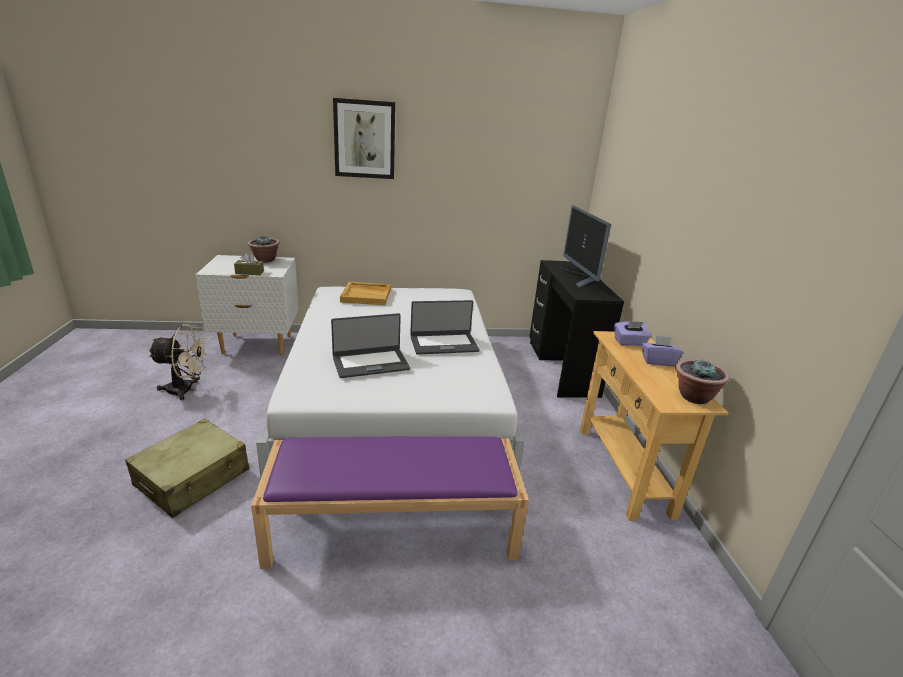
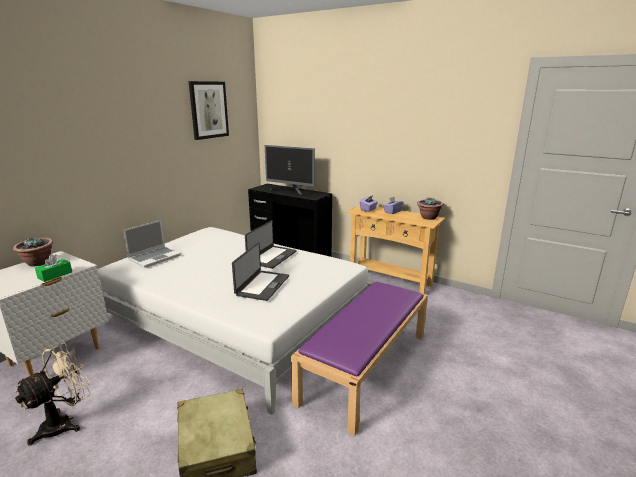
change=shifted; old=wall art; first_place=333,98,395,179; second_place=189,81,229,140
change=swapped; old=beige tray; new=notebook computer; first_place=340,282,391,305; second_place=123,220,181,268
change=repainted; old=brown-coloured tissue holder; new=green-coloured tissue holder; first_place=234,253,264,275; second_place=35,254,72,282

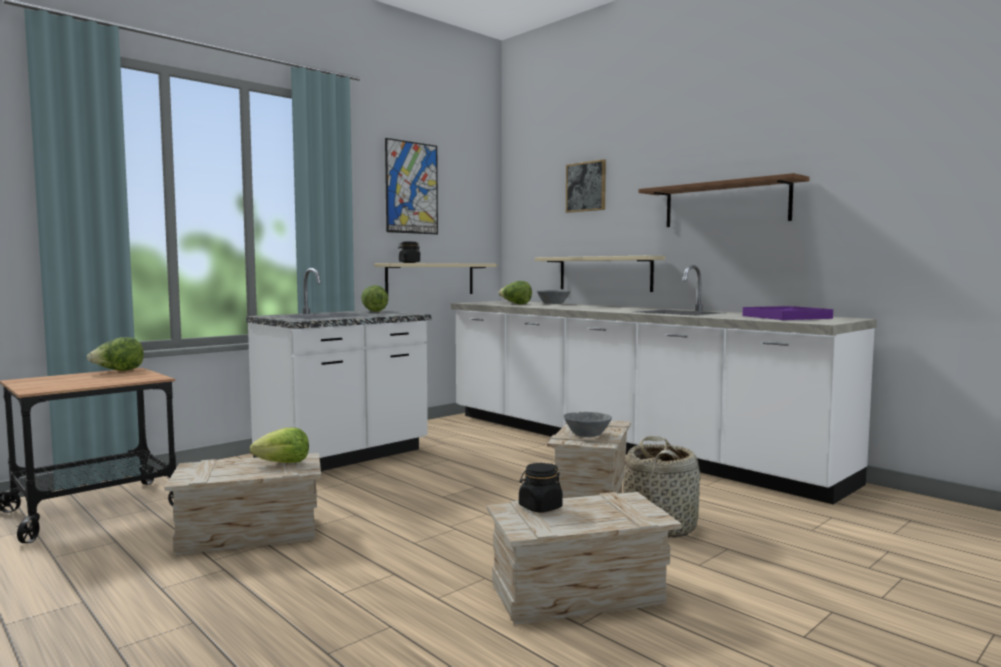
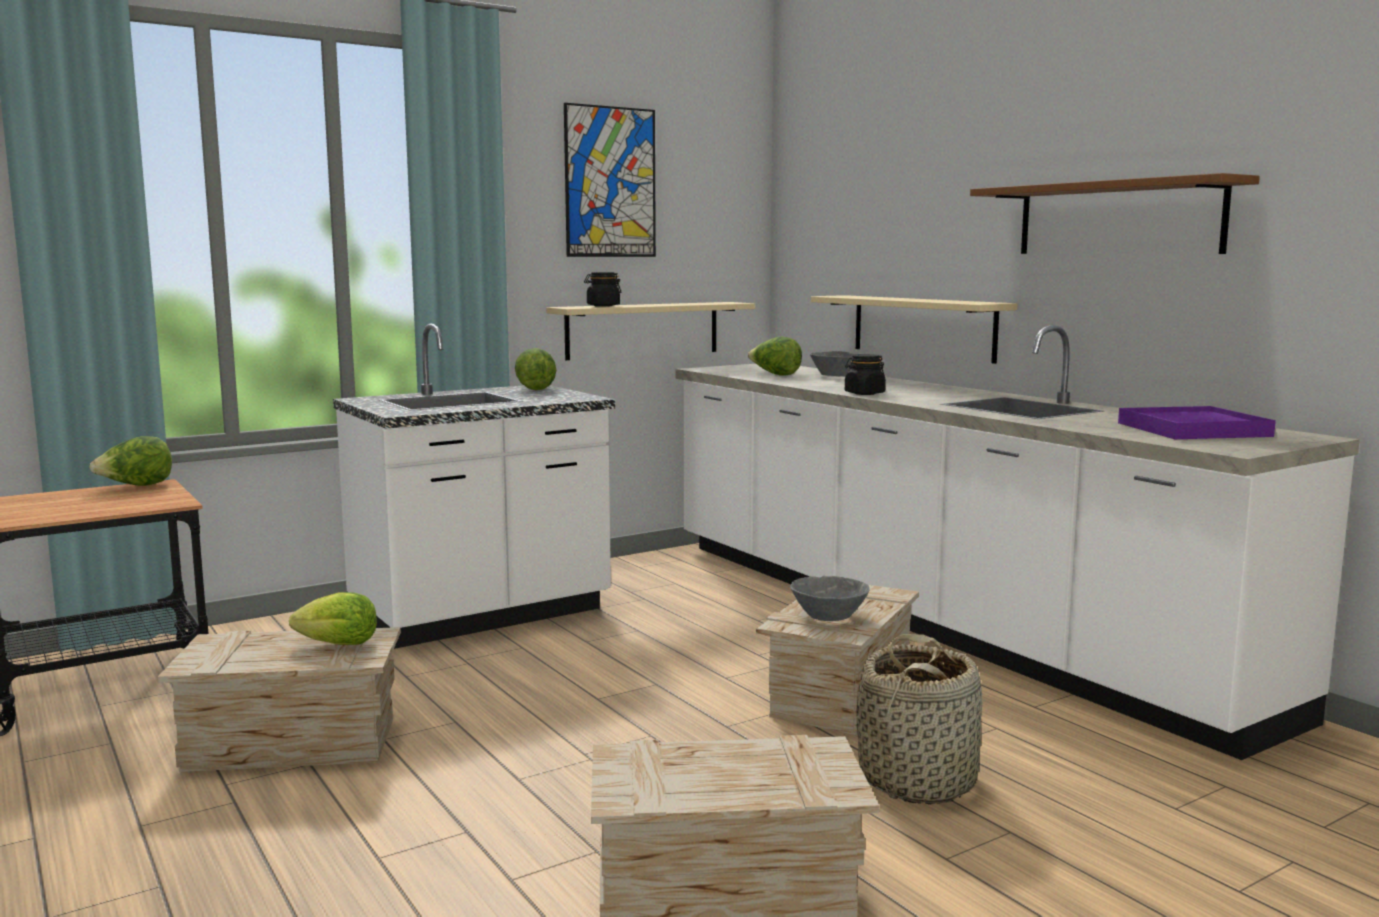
change=gone; old=wall art; first_place=566,159,606,213
change=shifted; old=black preserve jar; first_place=519,463,563,513; second_place=845,354,886,395

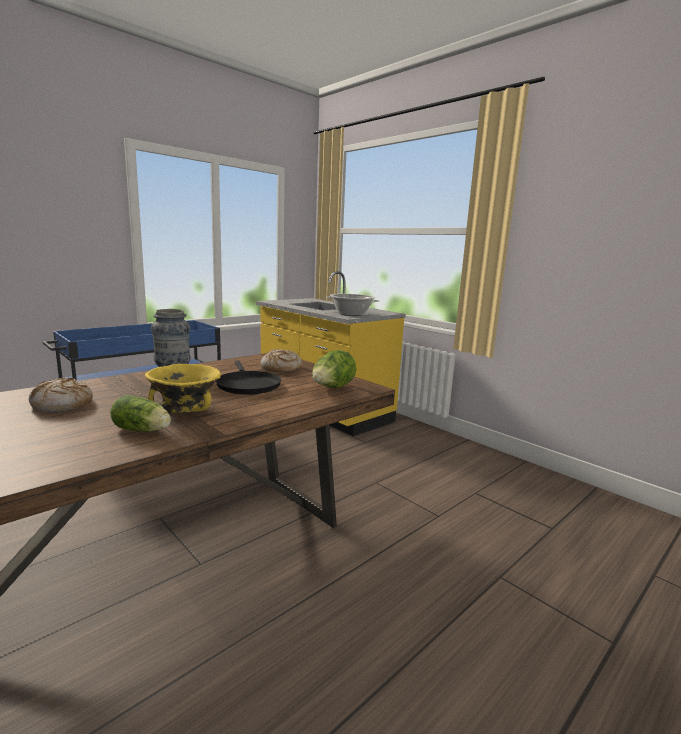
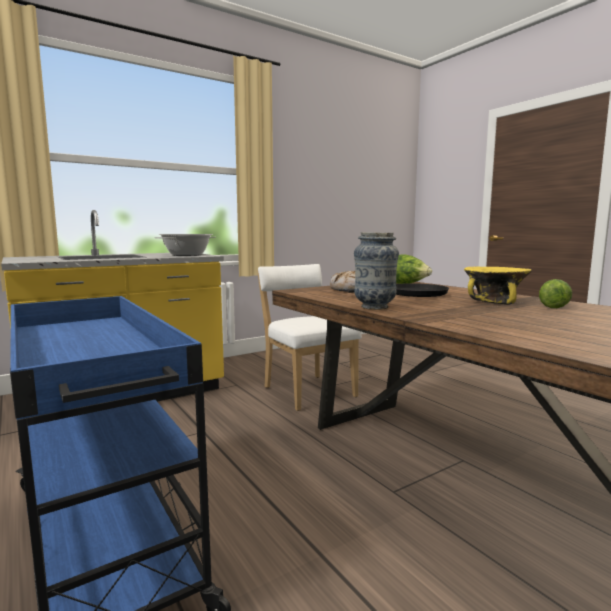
change=gone; old=bakery bread; first_place=29,378,93,412
change=new; new=white chair; second_place=257,264,362,411

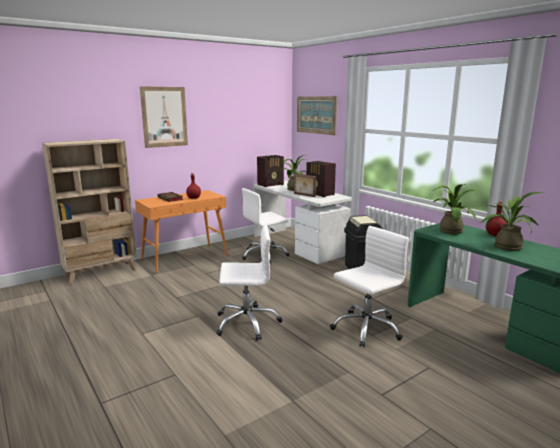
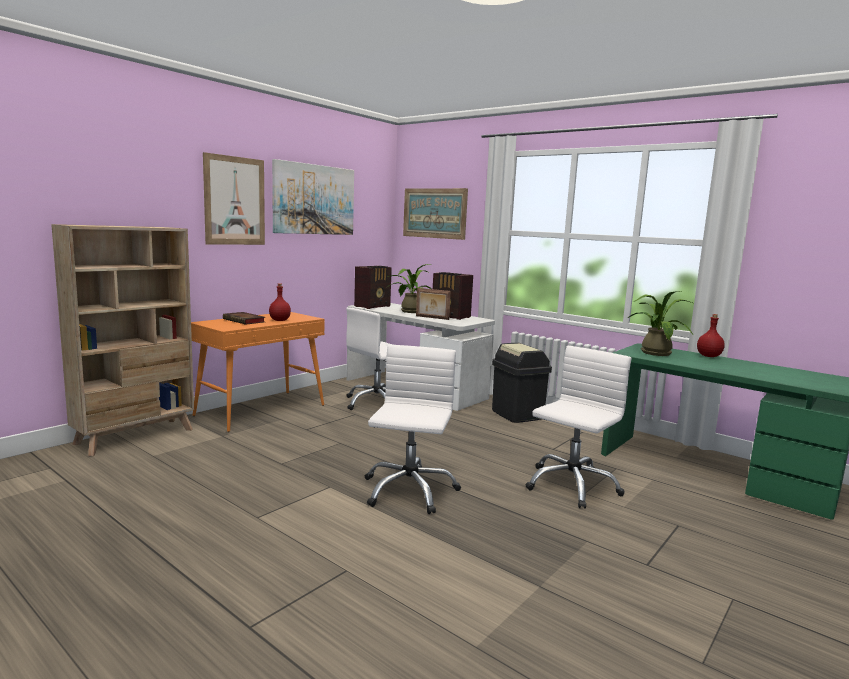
change=gone; old=potted plant; first_place=477,192,544,251
change=new; new=wall art; second_place=272,159,354,235
change=rotated; old=white computer chair; first_place=216,224,282,340; second_place=365,345,461,514; degrees=-60

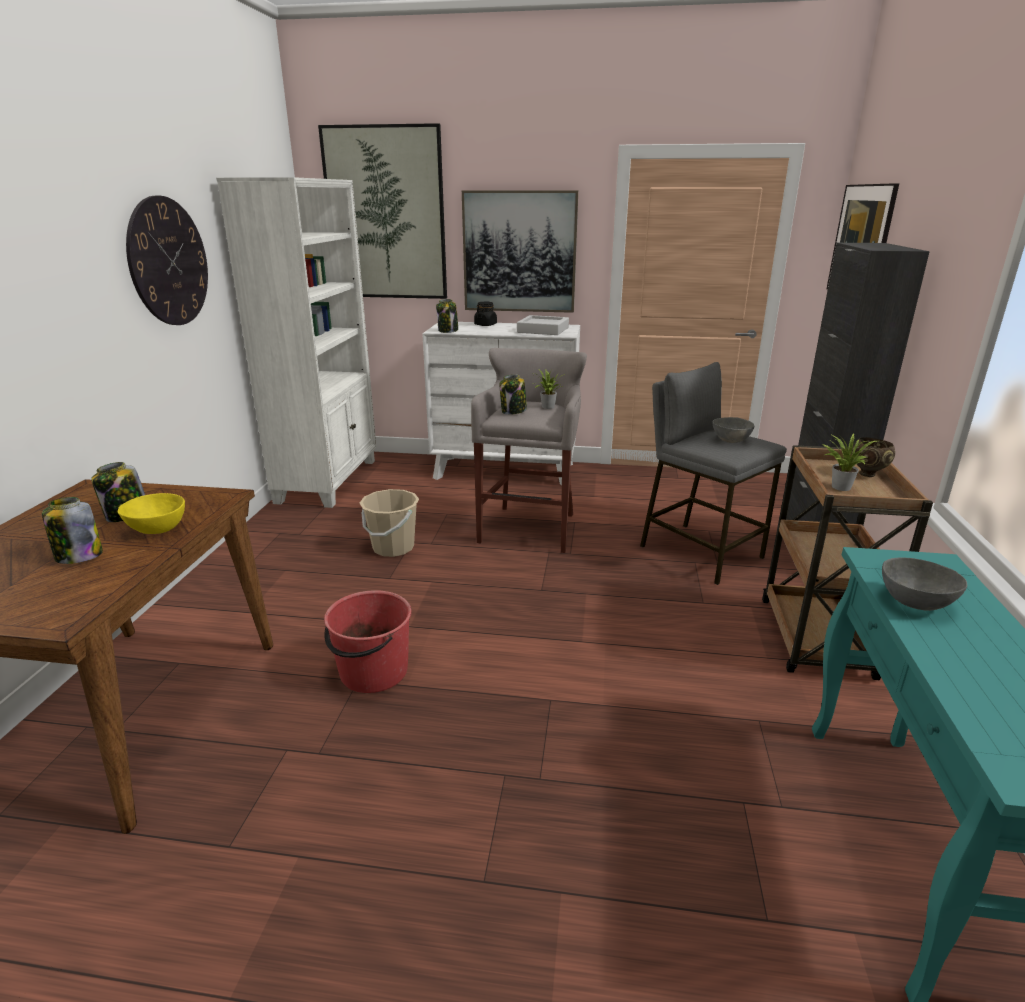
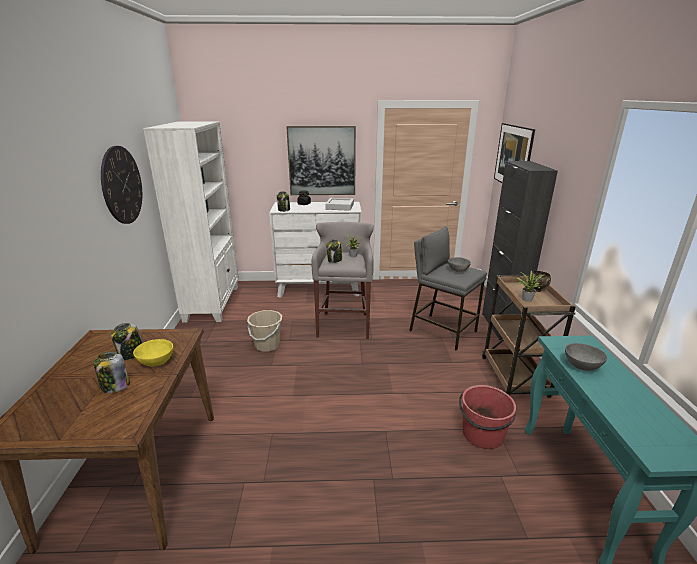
change=gone; old=wall art; first_place=318,123,447,299
change=shifted; old=red-coloured bucket; first_place=324,590,412,693; second_place=459,385,516,449

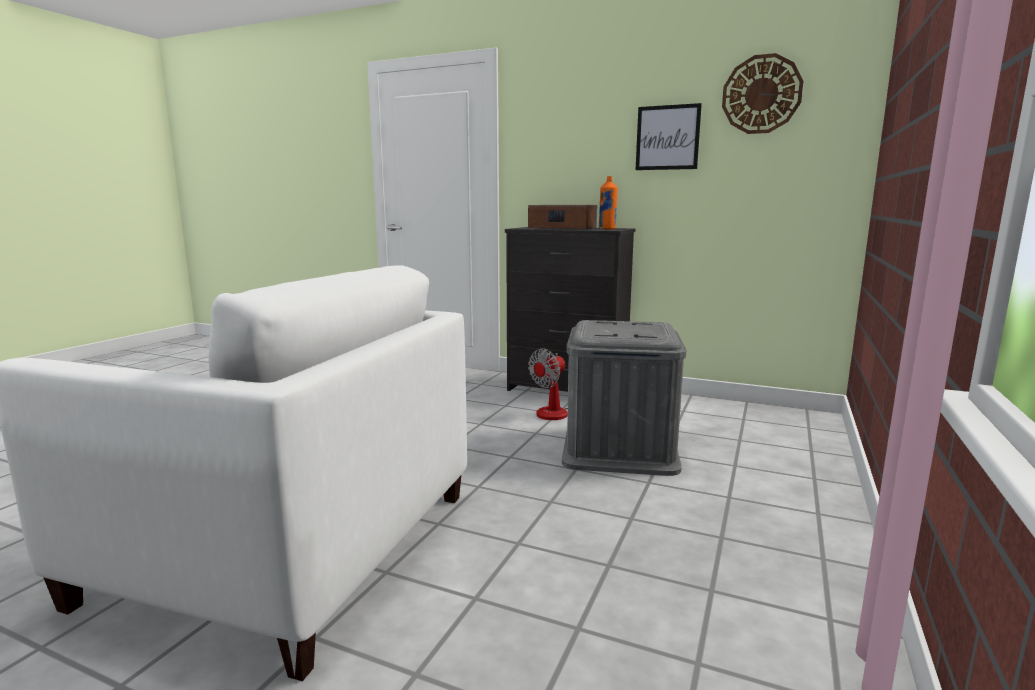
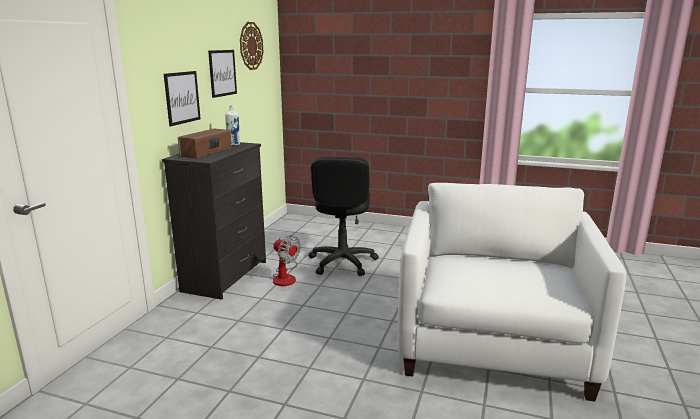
change=new; new=wall art; second_place=164,71,201,126
change=swapped; old=gray storage container; new=black computer chair; first_place=562,320,686,476; second_place=308,157,379,276
change=repainted; old=orange-coloured bottle; new=white bottle; first_place=598,176,618,230; second_place=225,106,240,146

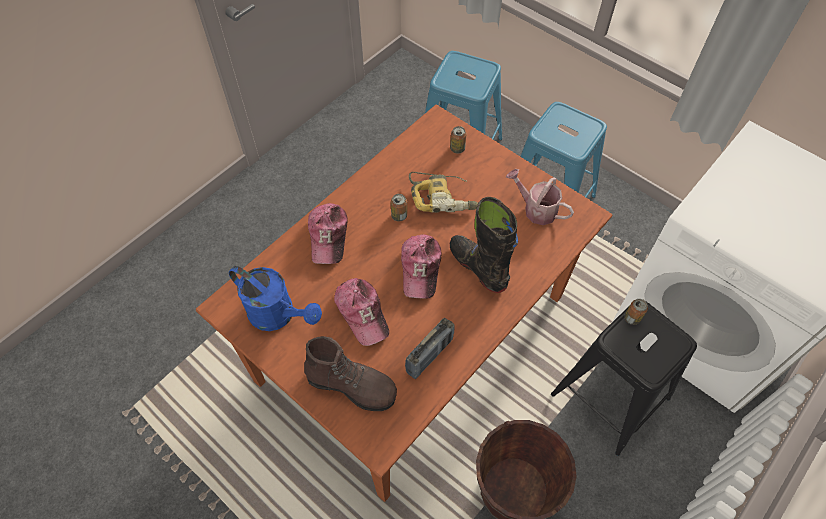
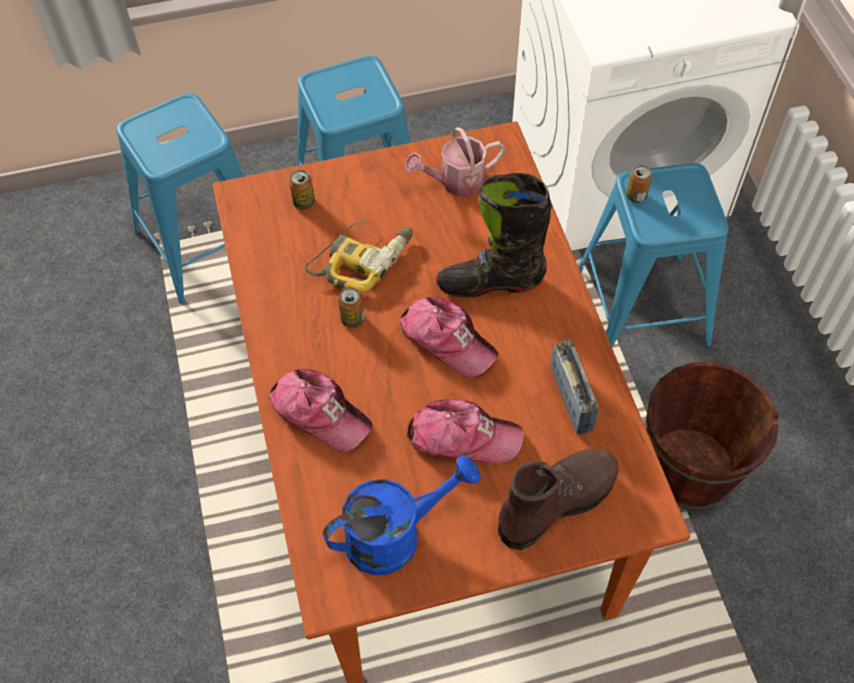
change=repainted; old=black stool seat; new=blue stool seat; first_place=551,302,697,456; second_place=578,163,728,348

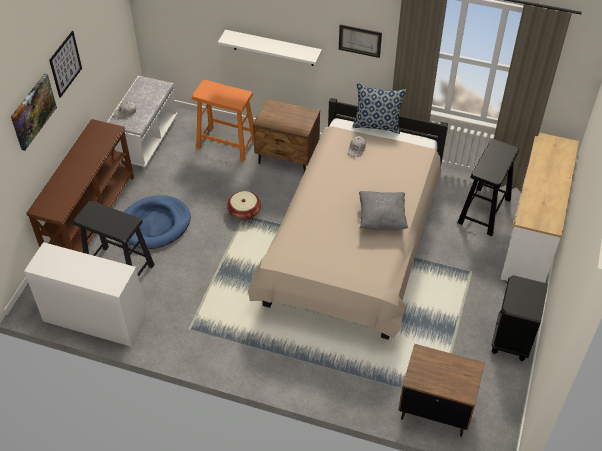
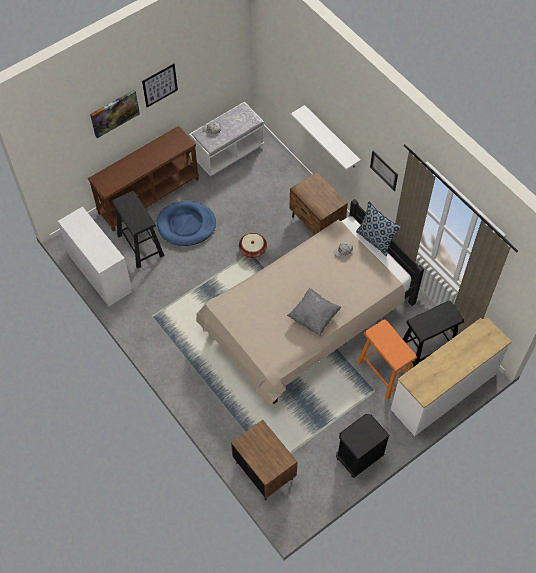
change=shifted; old=orange-coloured stool seat; first_place=192,80,254,162; second_place=357,320,417,400

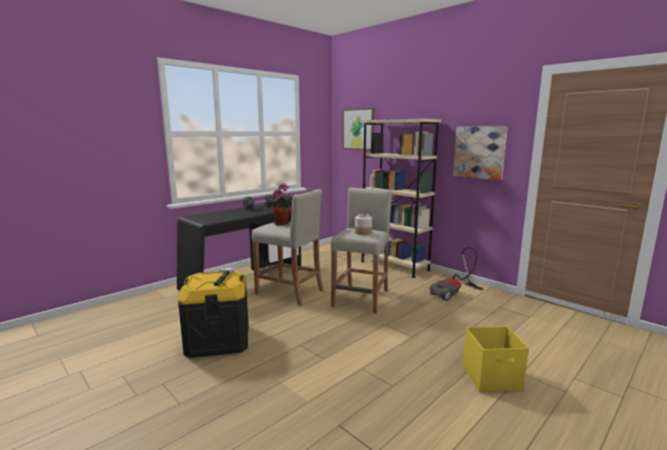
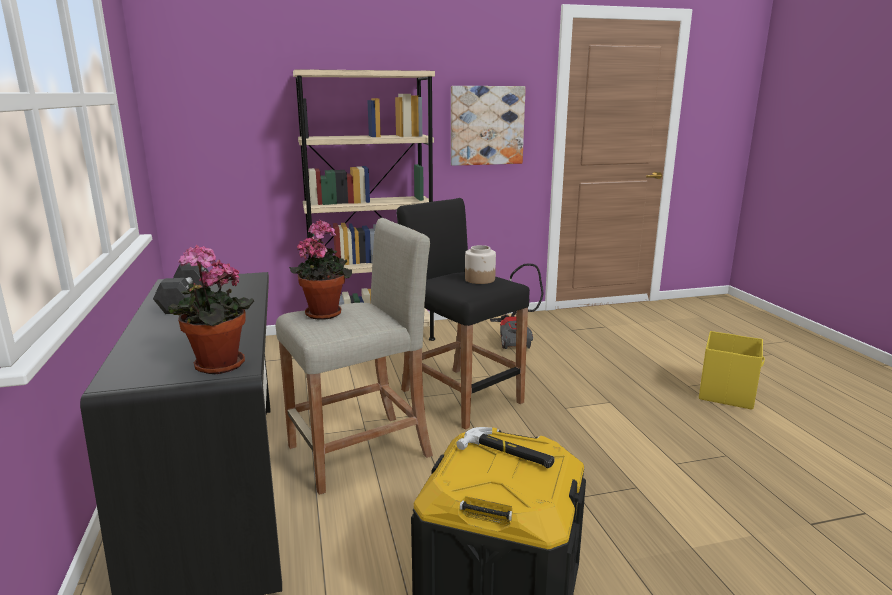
change=gone; old=wall art; first_place=343,108,375,150
change=new; new=potted plant; second_place=168,245,254,374
change=repainted; old=beige stool seat; new=black stool seat; first_place=331,188,392,314; second_place=396,198,530,430

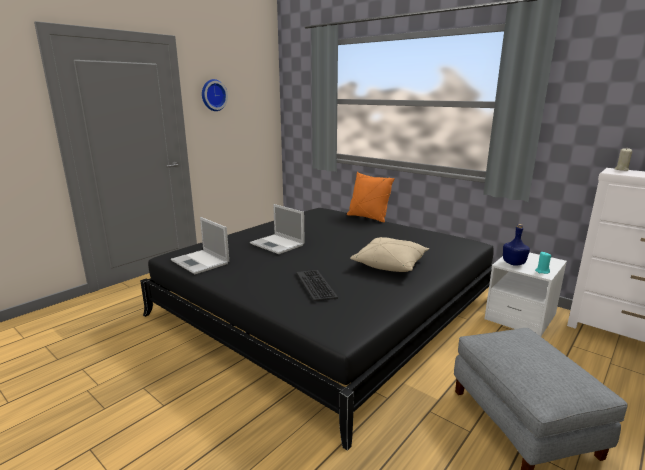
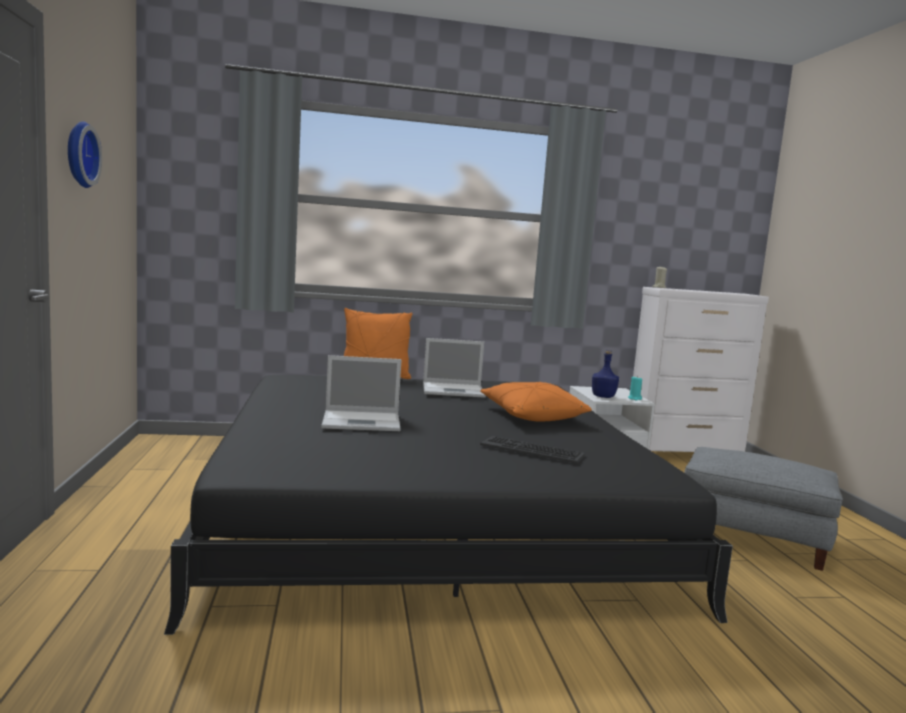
change=shifted; old=notebook computer; first_place=171,217,229,274; second_place=423,338,486,398
change=repainted; old=beige pillow; new=orange-coloured pillow; first_place=350,237,429,272; second_place=480,382,592,421

